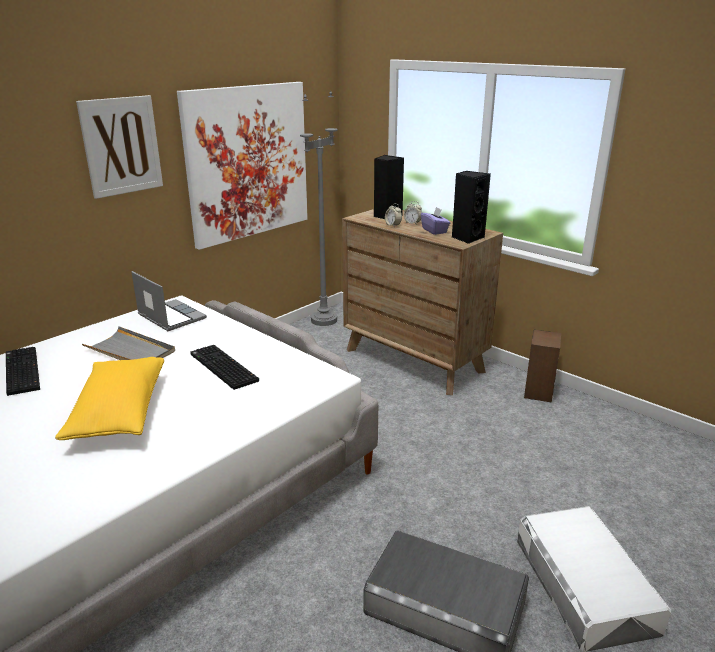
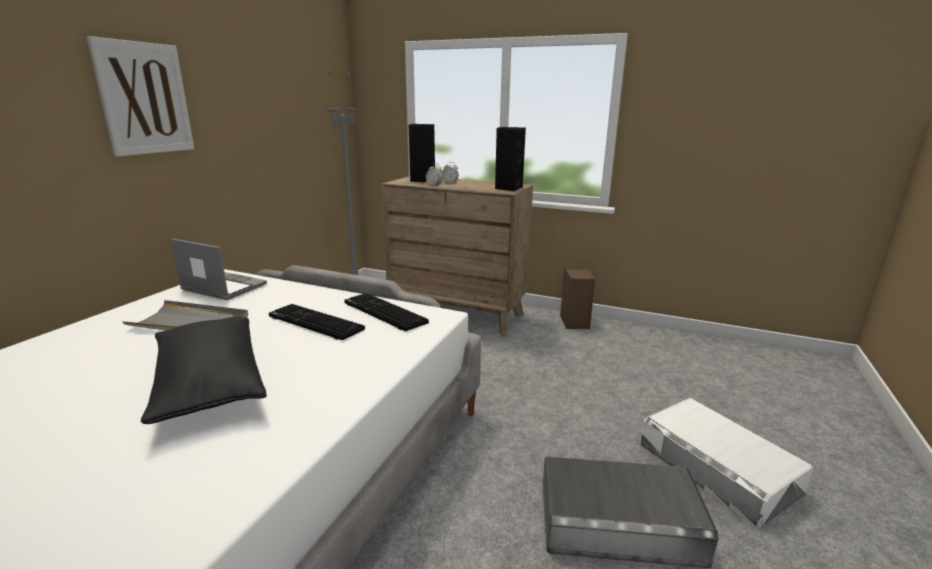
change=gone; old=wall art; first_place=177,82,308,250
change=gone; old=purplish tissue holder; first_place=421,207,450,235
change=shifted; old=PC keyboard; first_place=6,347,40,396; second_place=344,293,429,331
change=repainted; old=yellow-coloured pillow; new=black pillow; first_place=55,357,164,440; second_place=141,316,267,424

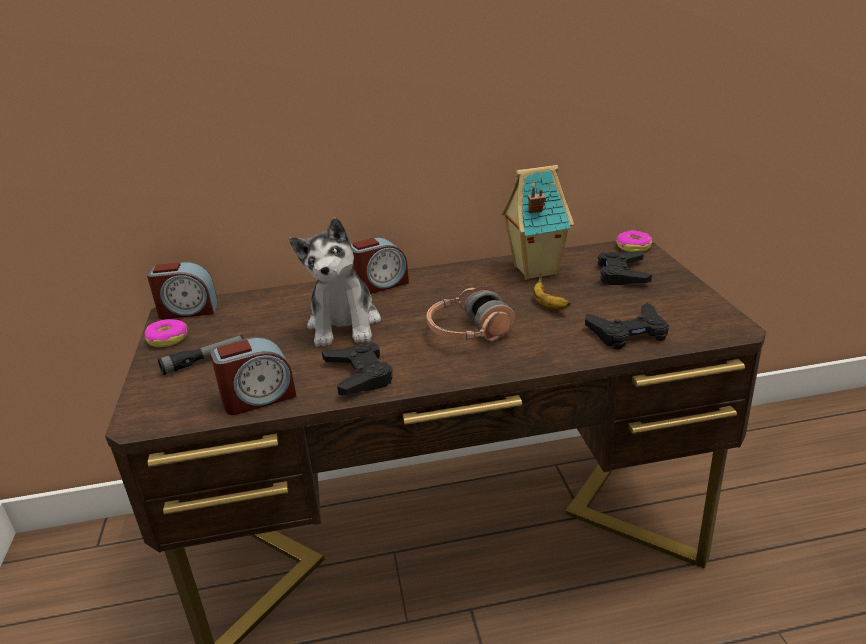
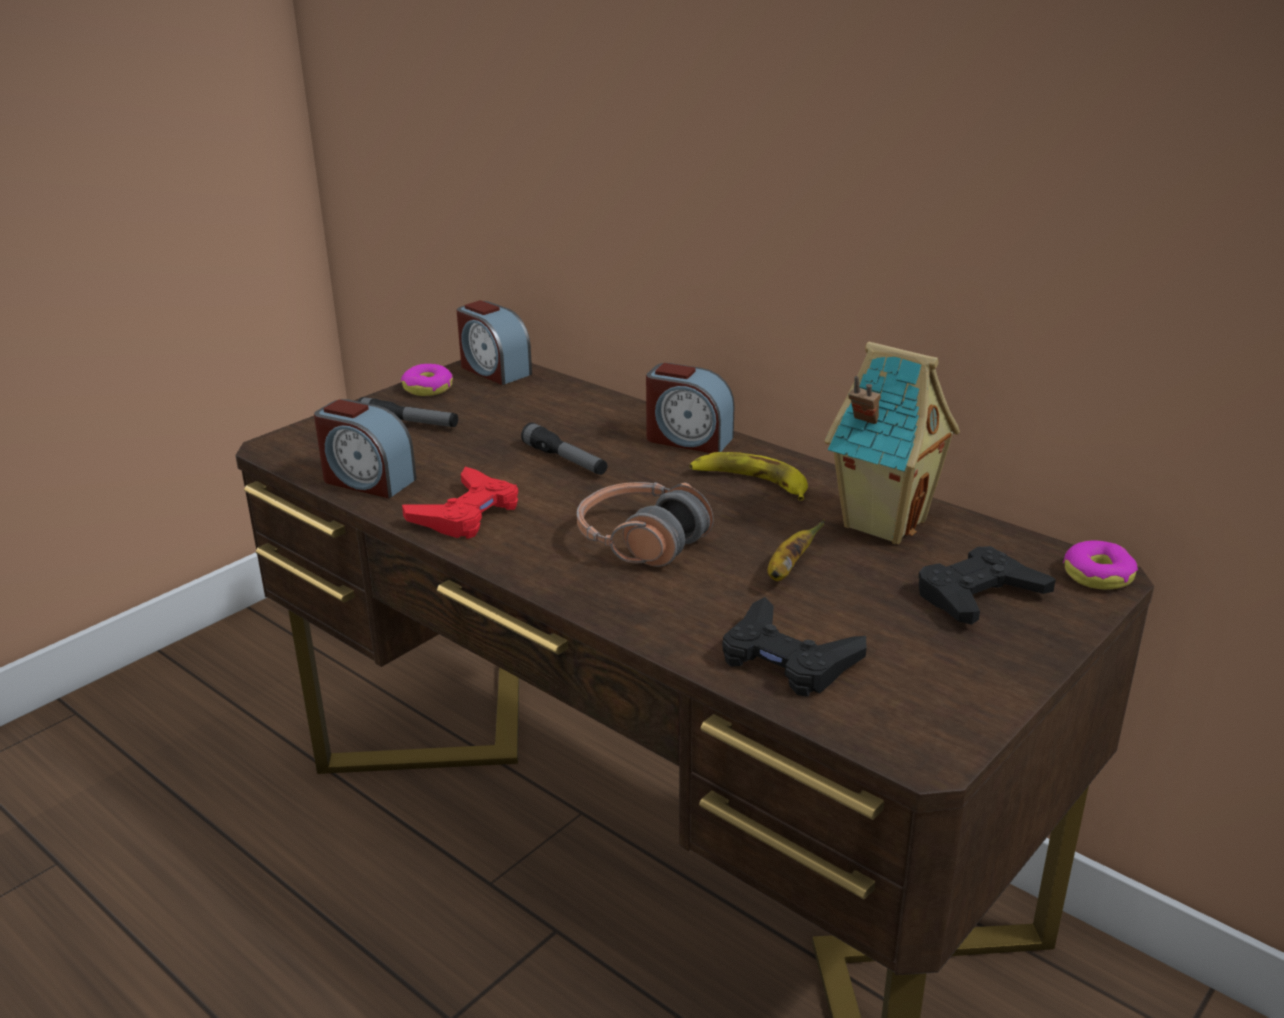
change=new; new=whole banana; second_place=689,452,808,500
change=swapped; old=cuddly toy; new=torch; first_place=289,217,381,347; second_place=521,423,607,475
change=repainted; old=black game controller; new=red-coloured game controller; first_place=322,342,393,395; second_place=402,467,518,539

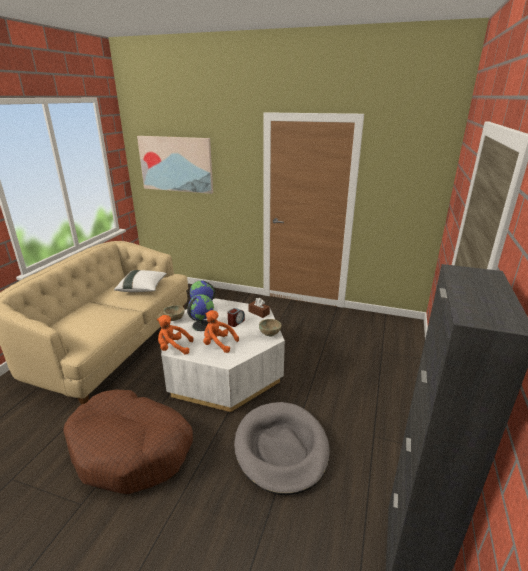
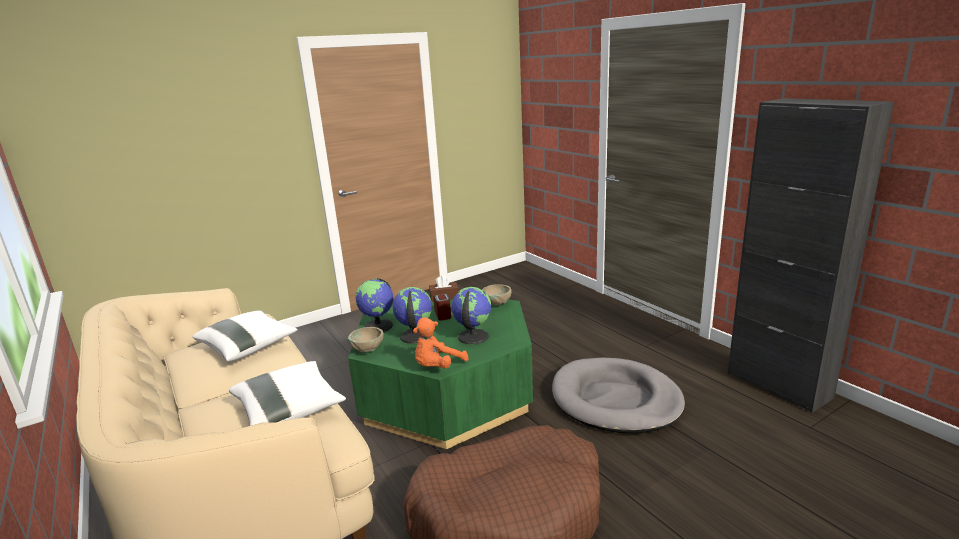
change=gone; old=wall art; first_place=137,136,213,194
change=new; new=white pillow; second_place=229,361,346,426
change=swapped; old=orange-coloured cuddly toy; new=desk globe; first_place=203,310,239,353; second_place=452,287,491,345
change=repainted; old=white lounge table; new=green-coloured lounge table; first_place=161,298,285,412; second_place=348,293,533,449

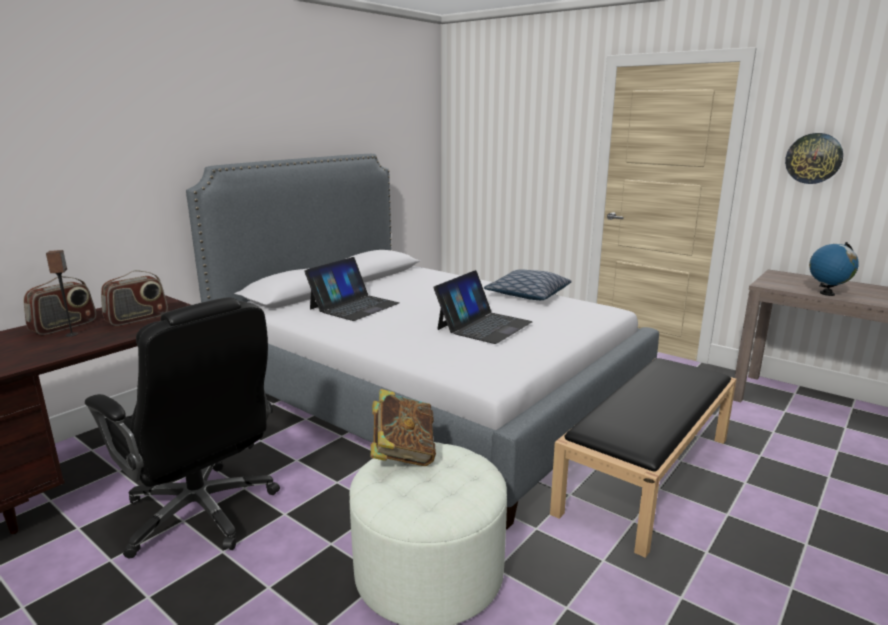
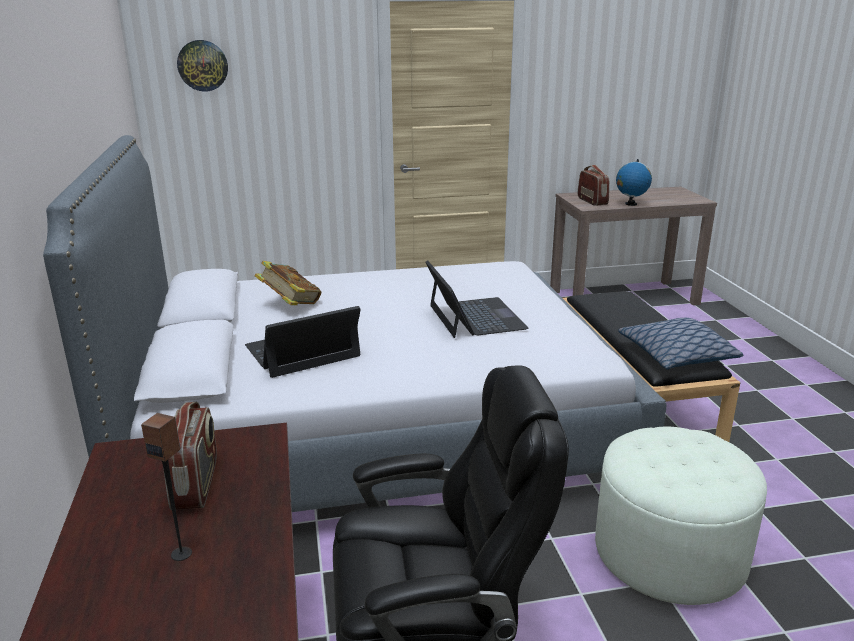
change=shifted; old=radio; first_place=24,276,96,335; second_place=578,165,610,206
change=shifted; old=bound book; first_place=371,389,436,466; second_place=255,261,321,305
change=shifted; old=pillow; first_place=484,270,572,300; second_place=618,318,743,370
change=shifted; old=clock on the wall; first_place=785,133,843,184; second_place=177,40,228,92
change=rotated; old=notebook computer; first_place=304,257,400,321; second_place=245,306,361,378; degrees=-105

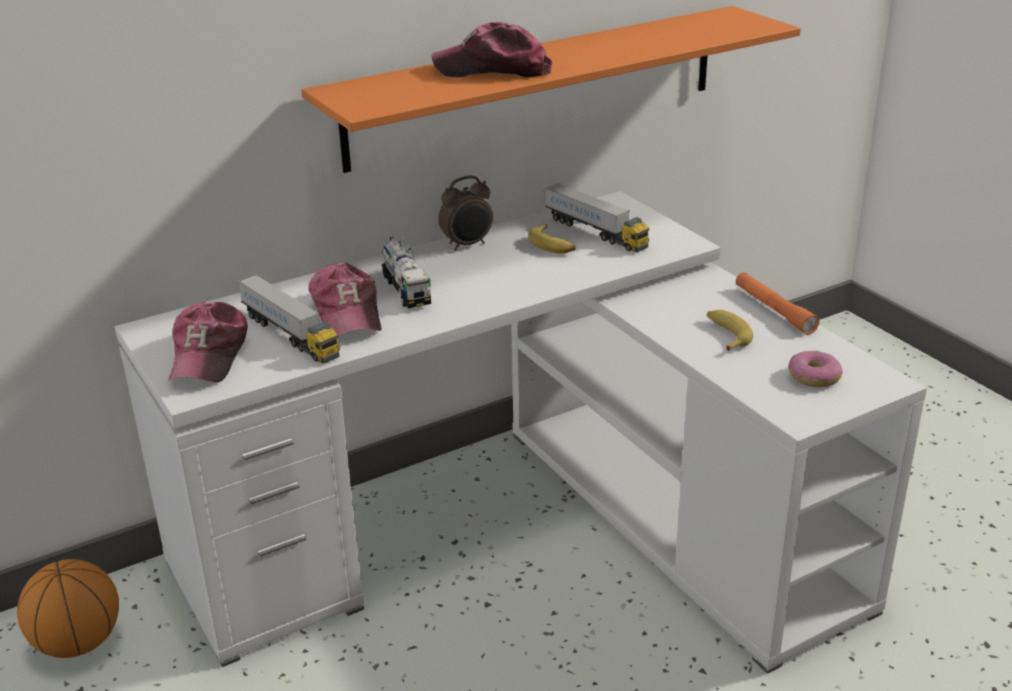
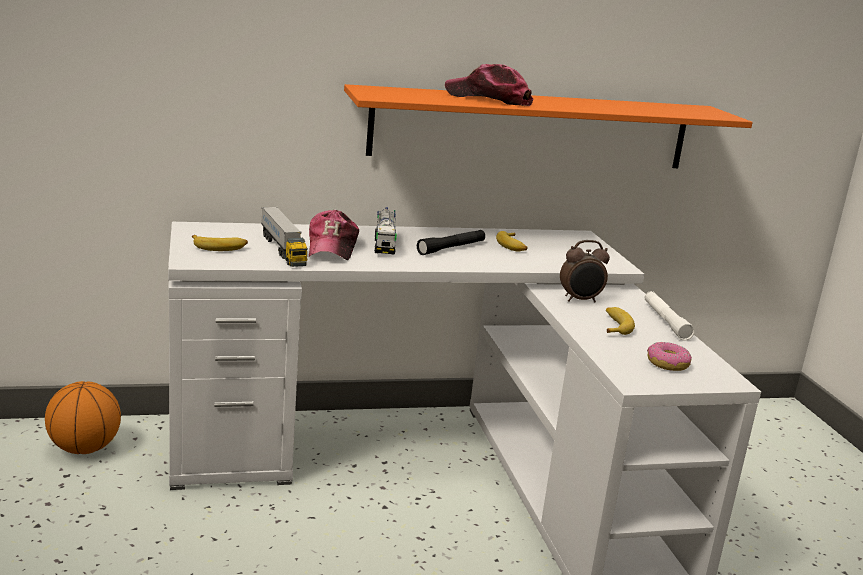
change=gone; old=toy truck; first_place=545,183,649,252
change=new; new=black torch; second_place=417,230,485,255
change=shifted; old=alarm clock; first_place=438,175,493,251; second_place=560,240,610,302
change=swapped; old=baseball cap; new=whole banana; first_place=168,302,248,382; second_place=192,235,248,251
change=repainted; old=orange-coloured torch; new=white torch; first_place=736,273,819,335; second_place=645,291,695,341

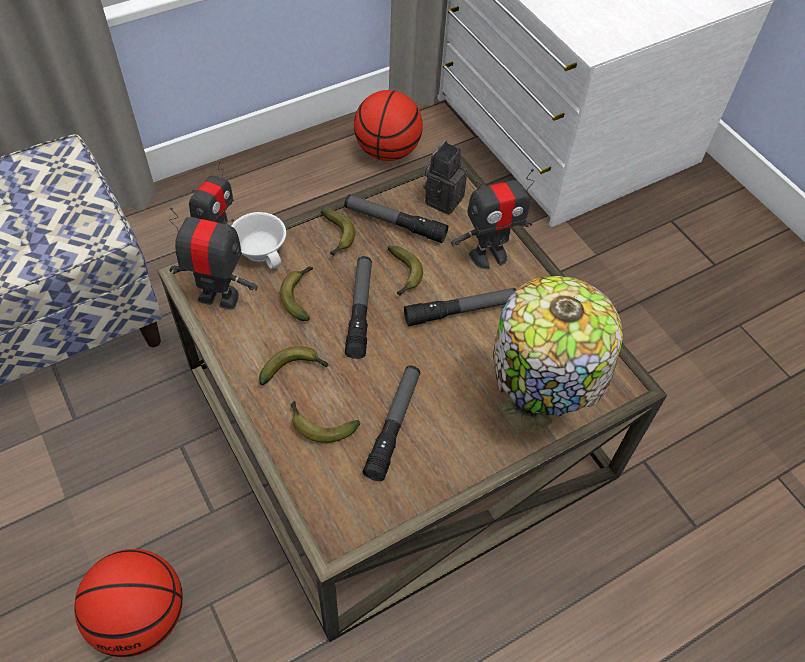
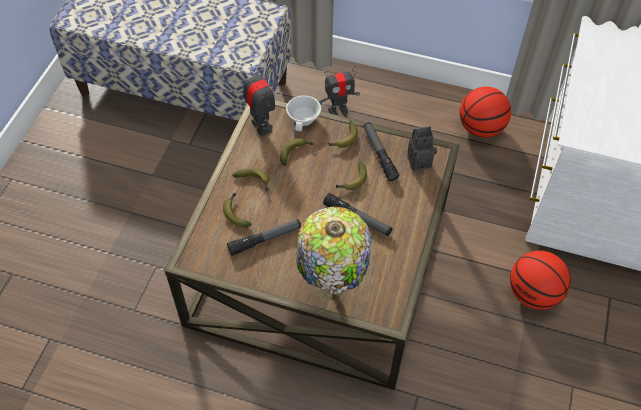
change=gone; old=torch; first_place=345,256,372,359
change=gone; old=toy robot; first_place=451,169,535,269
change=shifted; old=ball for basketball; first_place=74,549,183,657; second_place=510,251,571,310

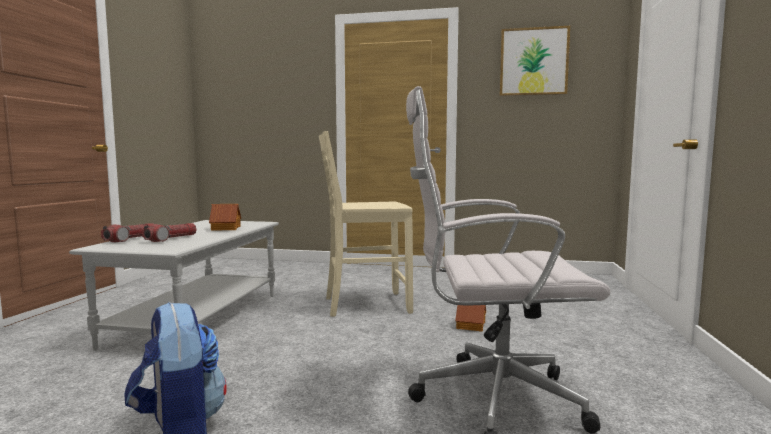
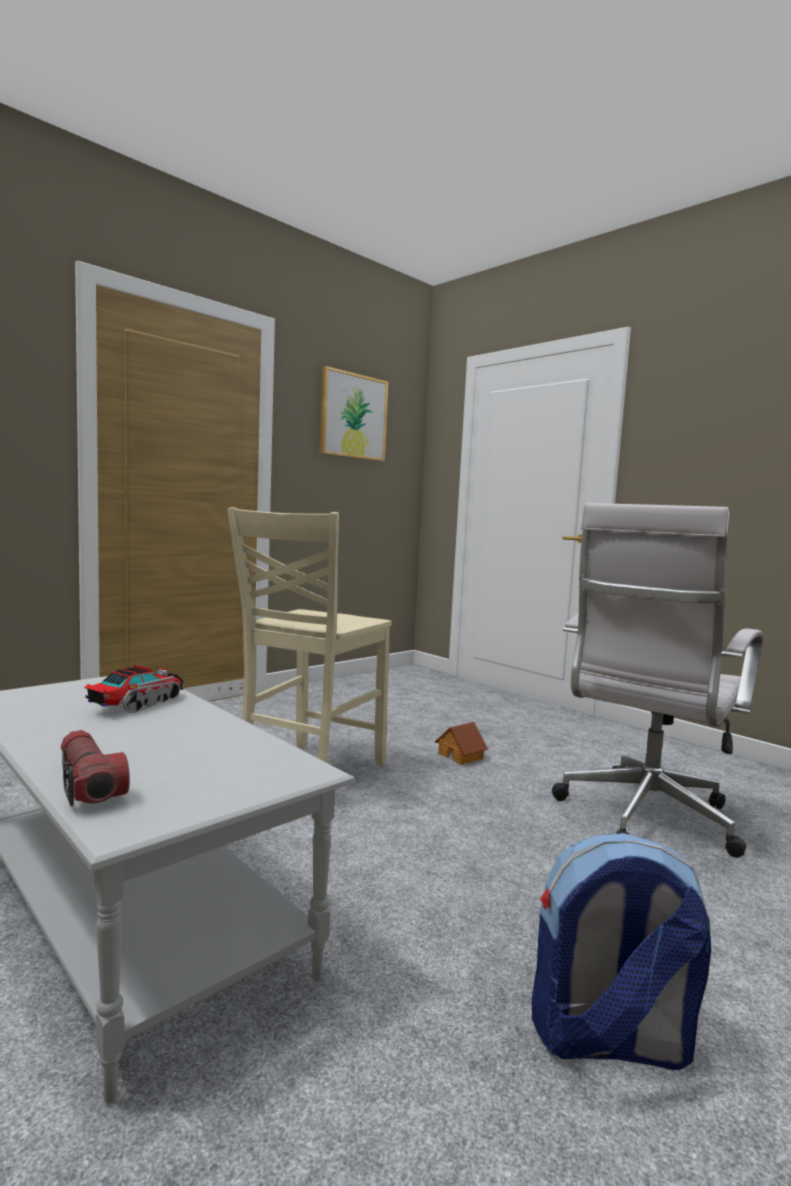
change=gone; old=torch; first_place=142,223,197,242
change=swapped; old=model house; new=toy truck; first_place=209,204,241,231; second_place=84,665,184,713

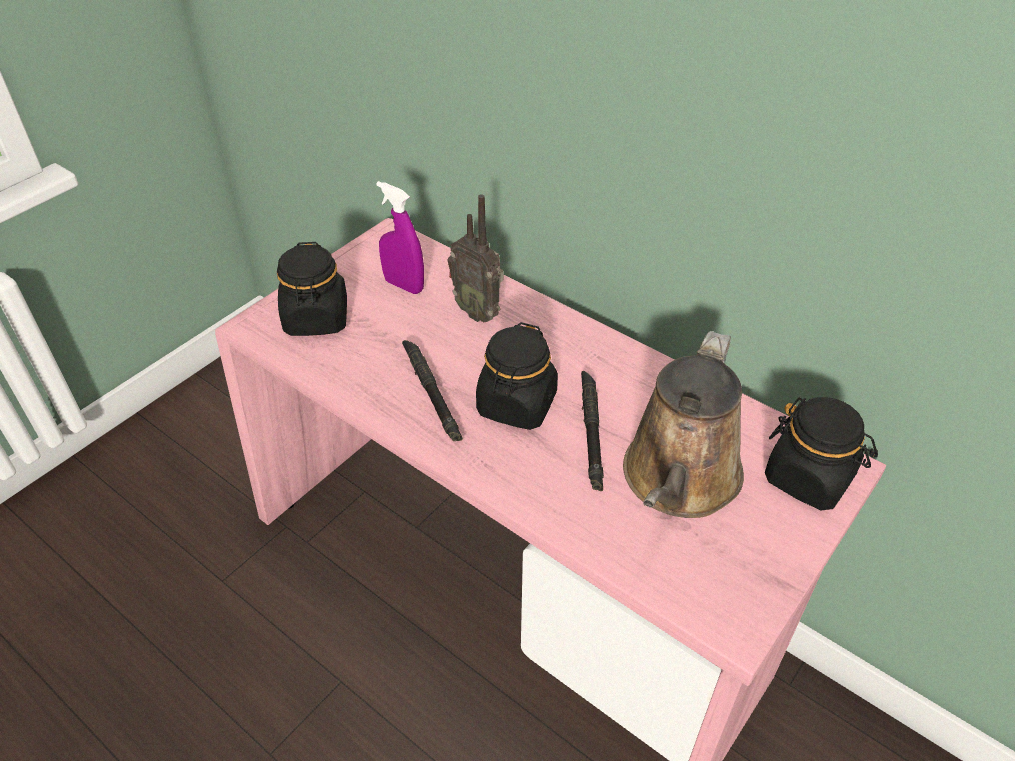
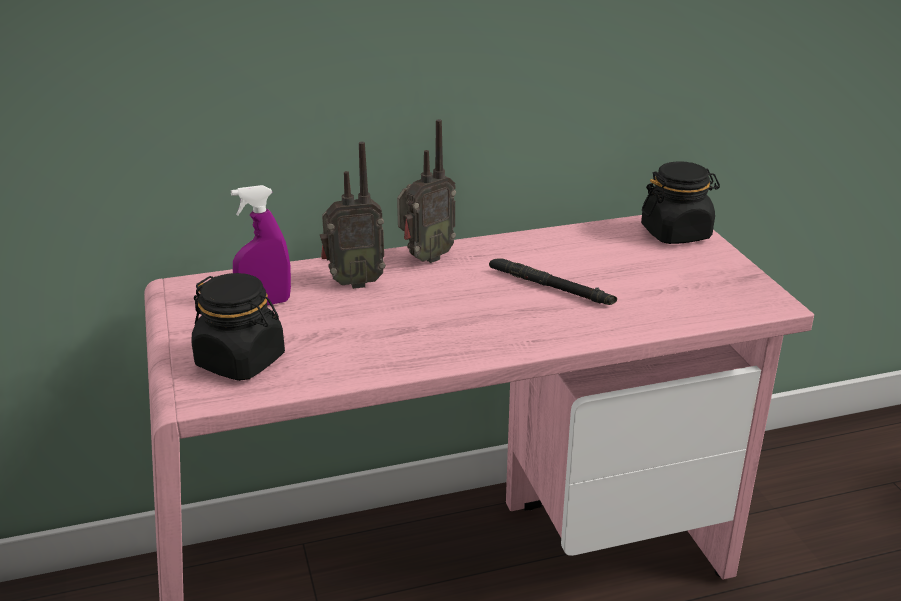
change=gone; old=black torch; first_place=402,340,463,441
change=gone; old=black preserve jar; first_place=476,322,558,430
change=gone; old=brown-coloured sprinkling can; first_place=623,331,744,518
change=new; new=radio; second_place=397,119,456,263

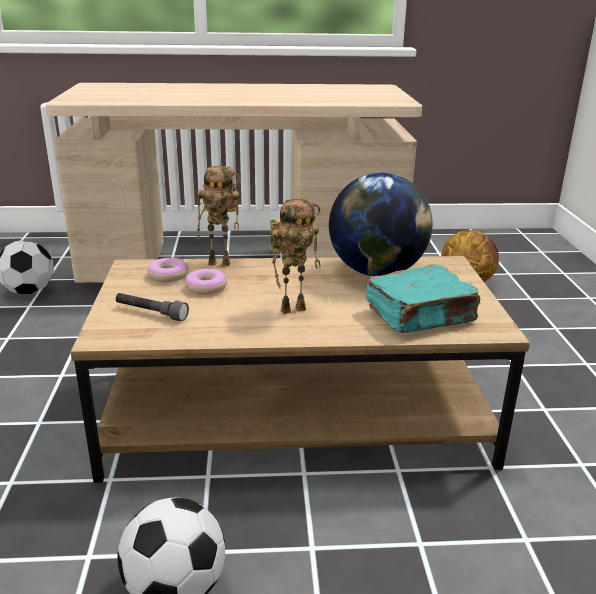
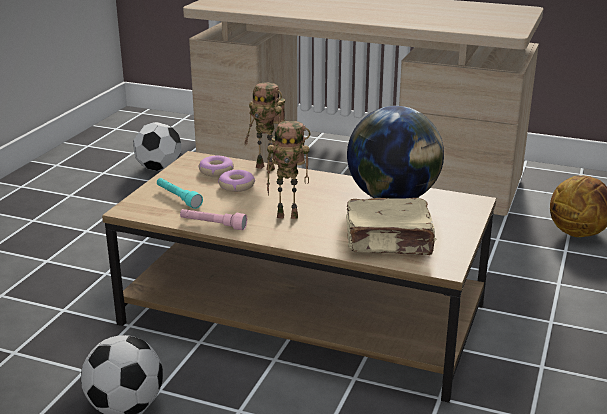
change=new; new=pink torch; second_place=180,209,247,230
change=repainted; old=gray torch; new=blue-green torch; first_place=116,293,189,321; second_place=157,178,203,209
change=repainted; old=blue-green bound book; new=beige bound book; first_place=366,264,481,333; second_place=346,198,436,255

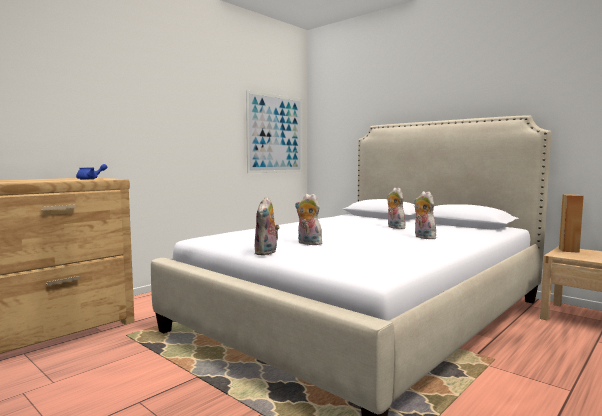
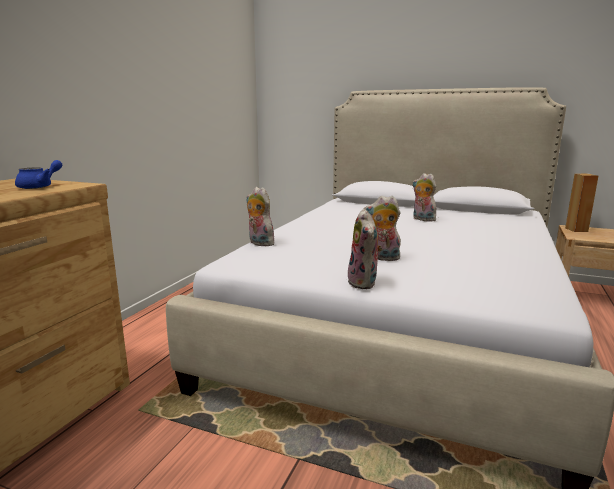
change=gone; old=wall art; first_place=246,90,302,173
change=shifted; old=cuddly toy; first_place=414,191,436,239; second_place=246,187,274,247

